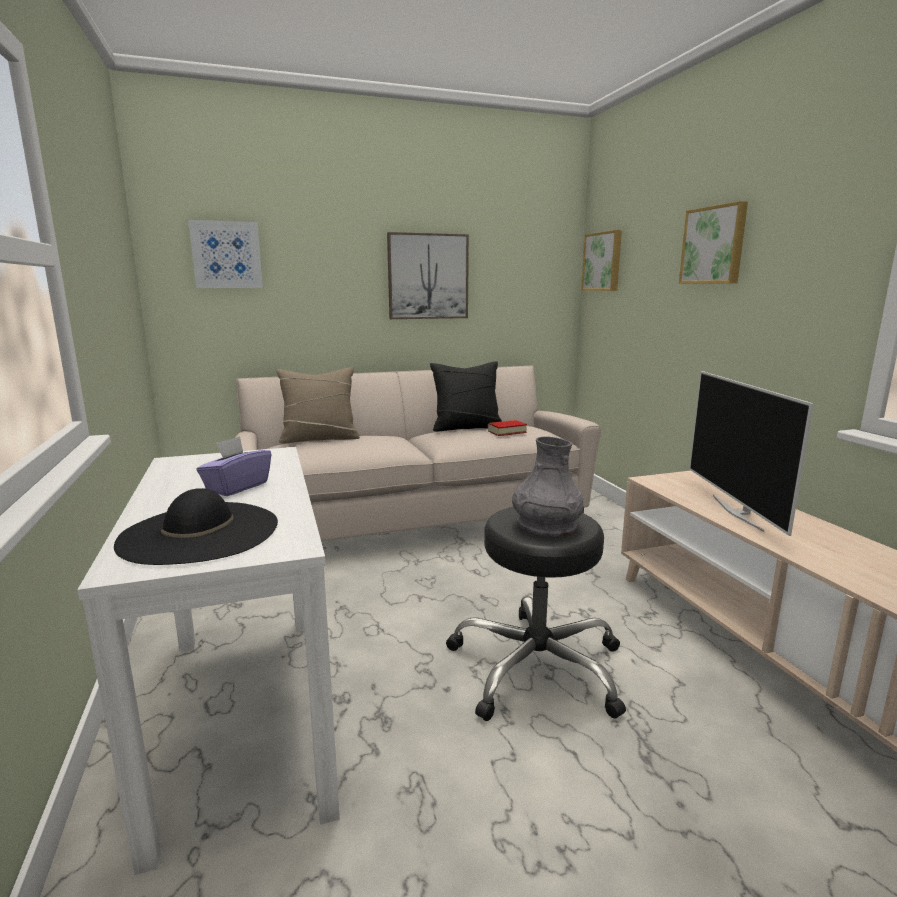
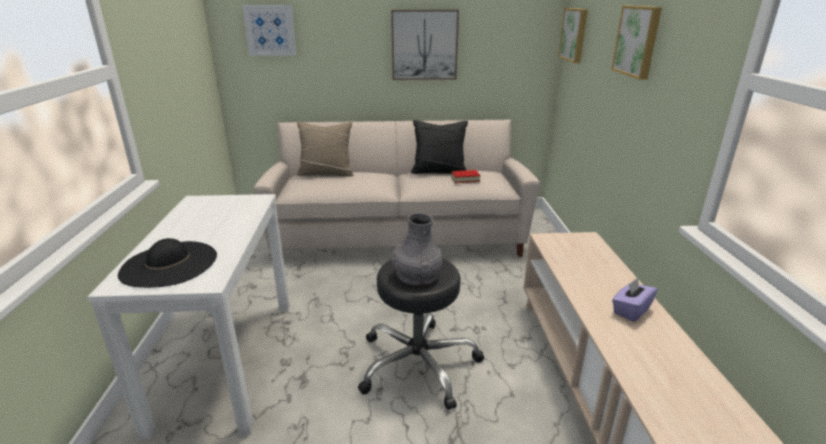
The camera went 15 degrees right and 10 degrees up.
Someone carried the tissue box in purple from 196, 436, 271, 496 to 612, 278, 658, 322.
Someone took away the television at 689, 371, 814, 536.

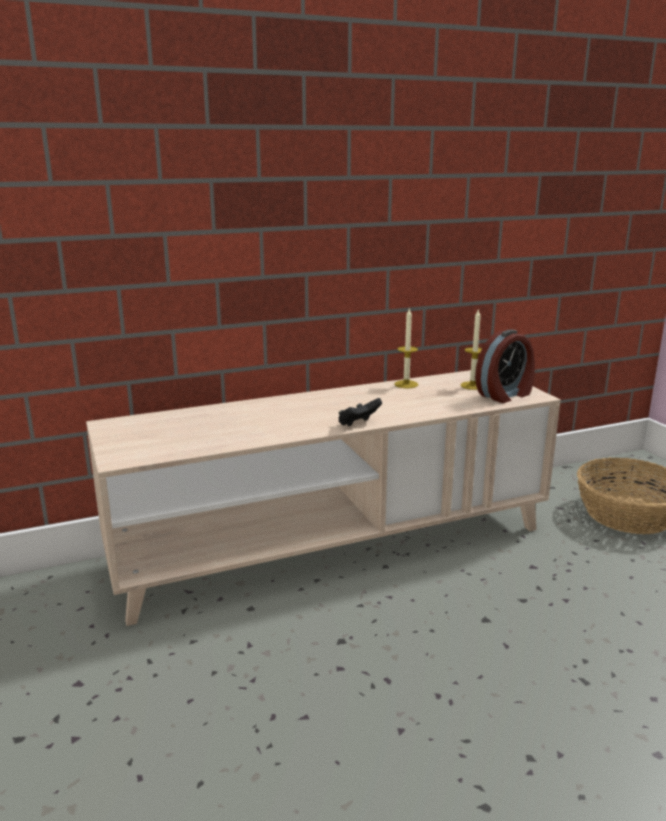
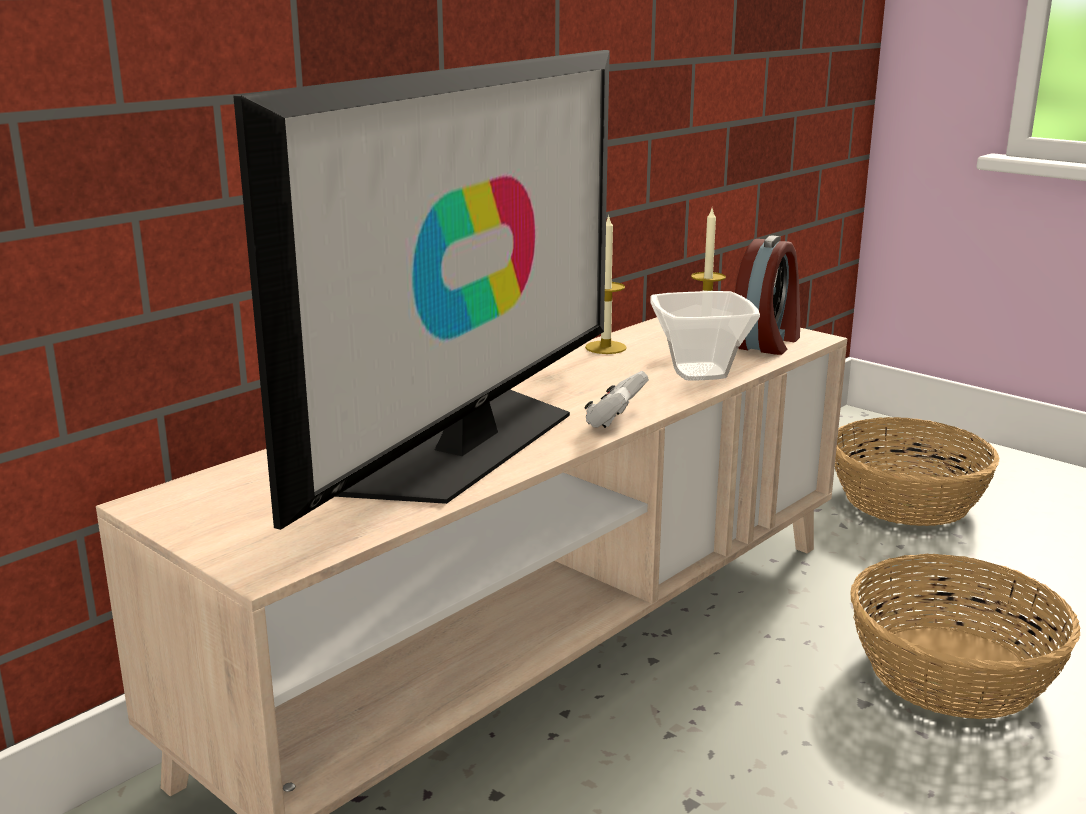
The camera went 25 degrees left and 0 degrees up.
Someone repainted the game controller in black at 339, 398, 382, 426, which became the game controller in white at 585, 371, 649, 428.
Someone put down the television at 233, 50, 610, 530.
Someone put down the bowl at 650, 291, 760, 381.
Someone put down the basket at 850, 554, 1081, 719.

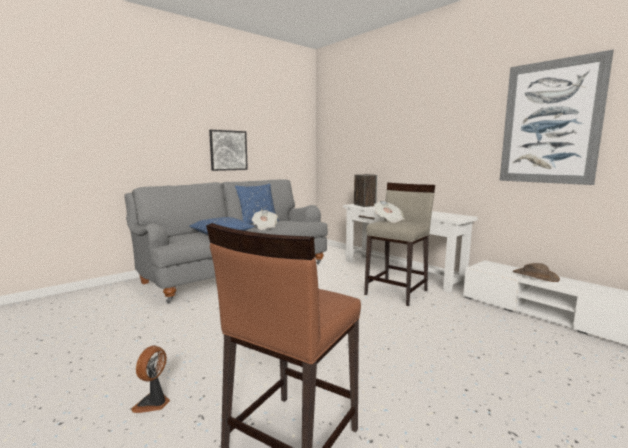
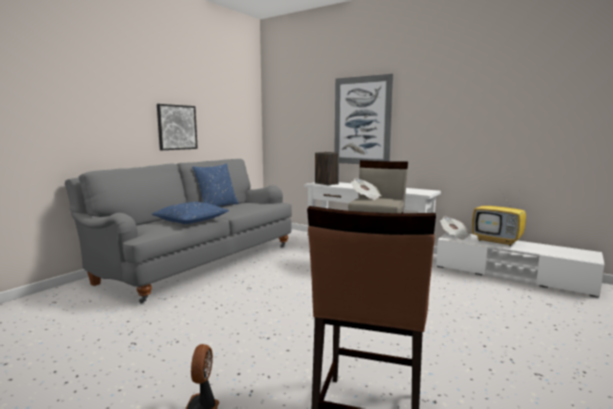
The camera went 15 degrees left and 0 degrees up.
Someone carried the newspaper from 251, 210, 278, 230 to 440, 217, 470, 240.
Someone carried the picture from 500, 50, 614, 185 to 334, 74, 393, 164.
Someone swapped the hat in brown at 513, 263, 560, 282 for the television at 472, 192, 526, 246.

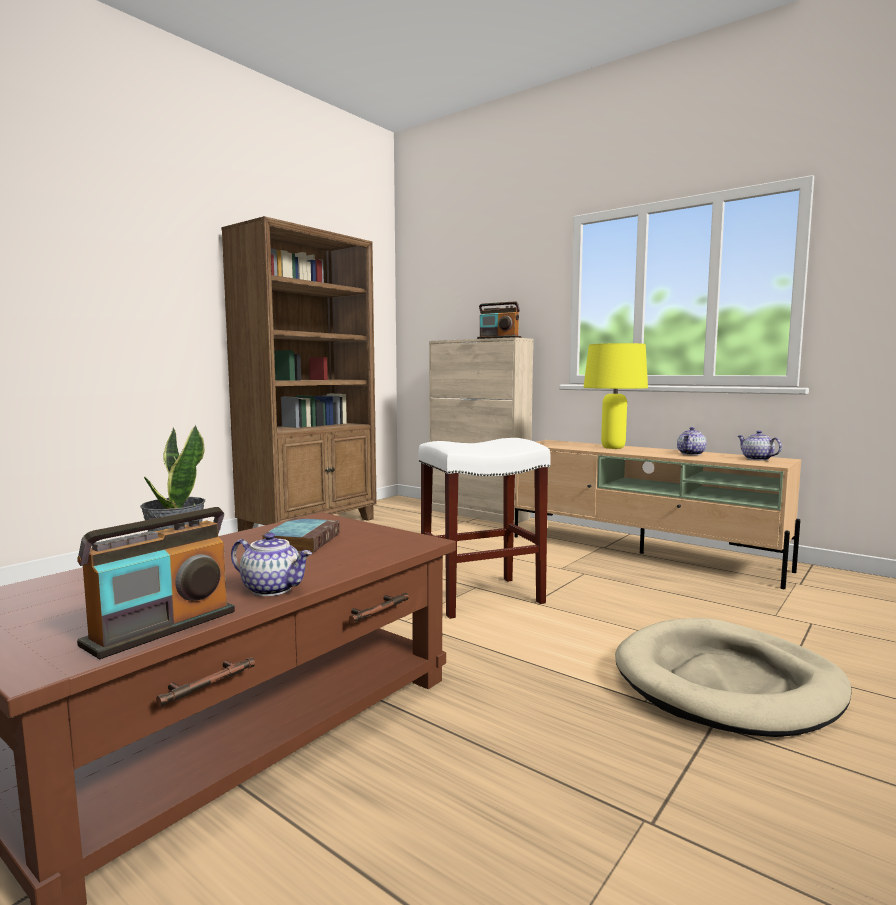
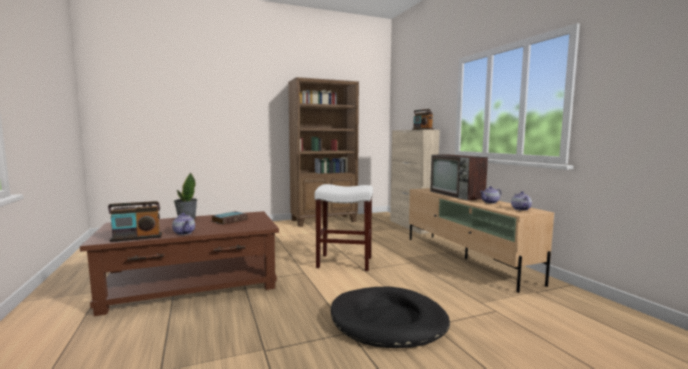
The camera went 30 degrees right and 0 degrees up.
Someone swapped the table lamp in yellow at 583, 343, 648, 449 for the television at 430, 154, 488, 201.
Someone repainted the dog bed in beige at 615, 618, 852, 737, which became the dog bed in black at 331, 287, 450, 348.

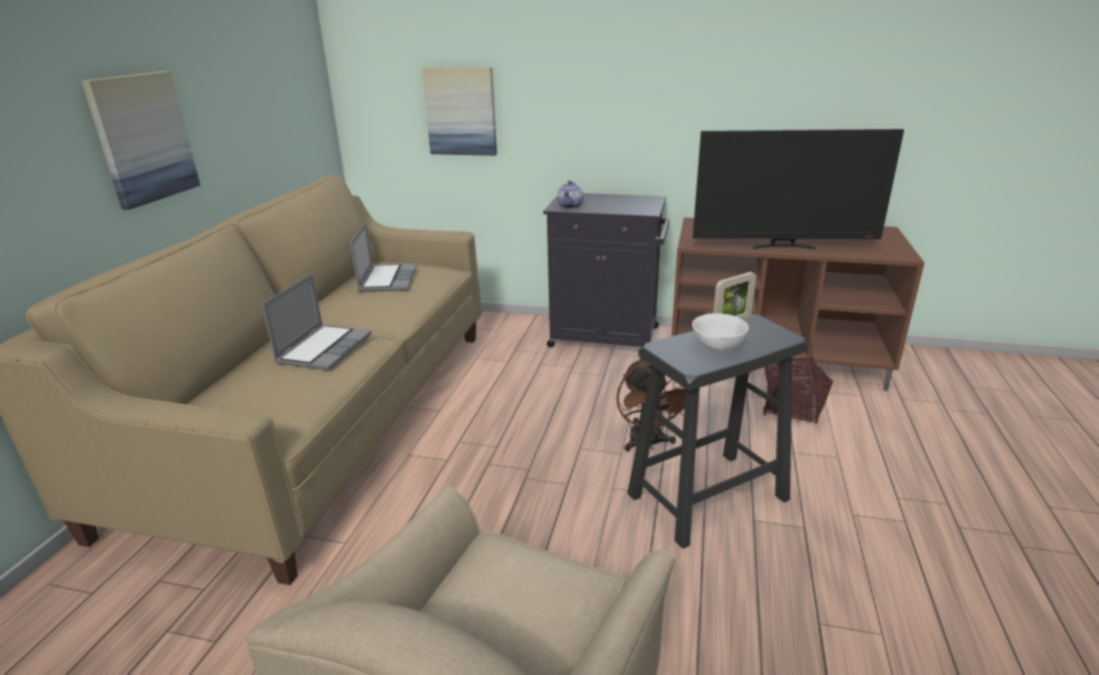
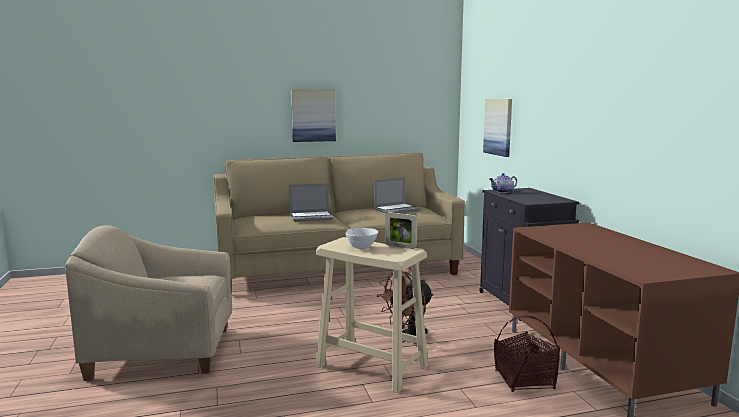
The camera went 60 degrees right and 15 degrees down.
Someone repainted the stool in black at 627, 314, 809, 549, which became the stool in beige at 315, 237, 428, 393.
Someone took away the television at 693, 129, 904, 249.

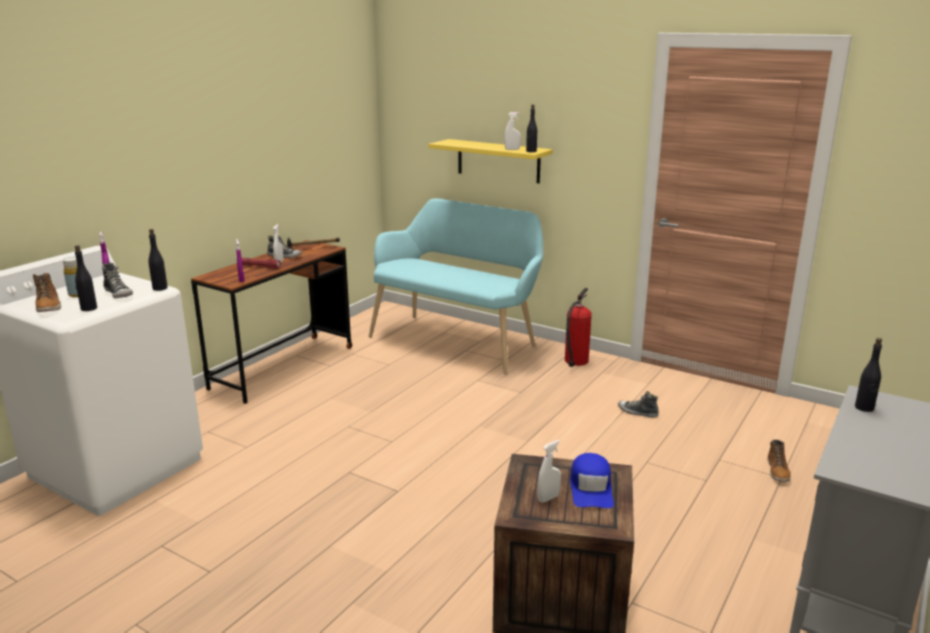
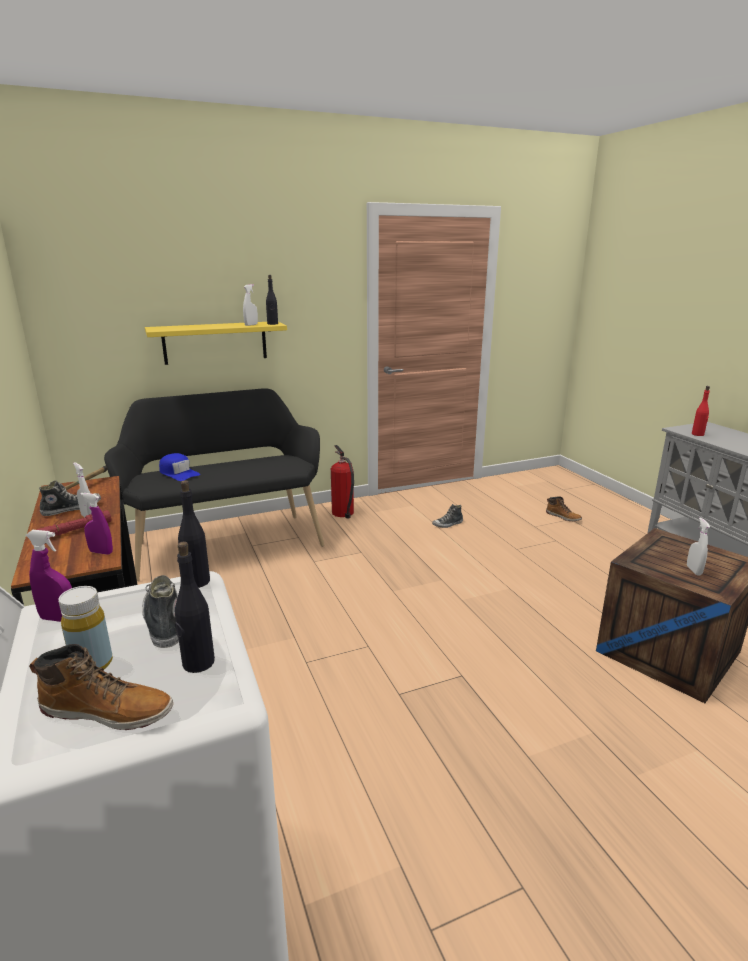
The camera went 55 degrees left and 0 degrees up.
Someone rotated the shoe at 102, 263, 133, 298 by 105 degrees counterclockwise.
Someone repainted the bench in turquoise at 369, 198, 543, 375, which became the bench in black at 104, 388, 324, 582.
Someone carried the cap in blue from 570, 453, 614, 508 to 159, 453, 200, 481.
Someone repainted the bottle in black at 855, 338, 882, 412, which became the bottle in red at 692, 386, 710, 436.

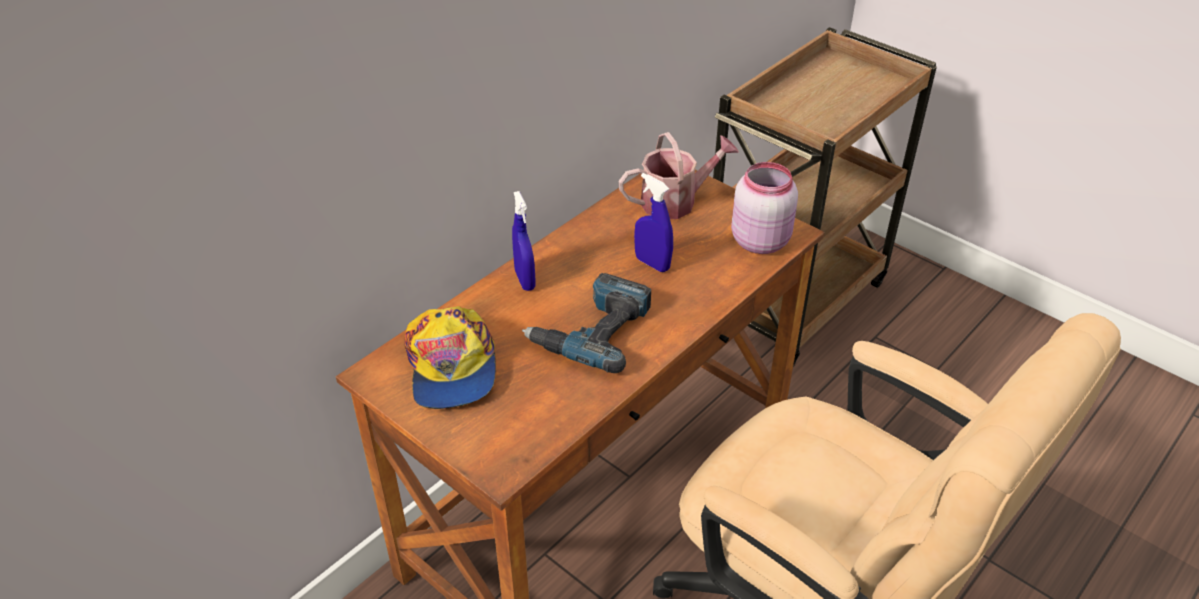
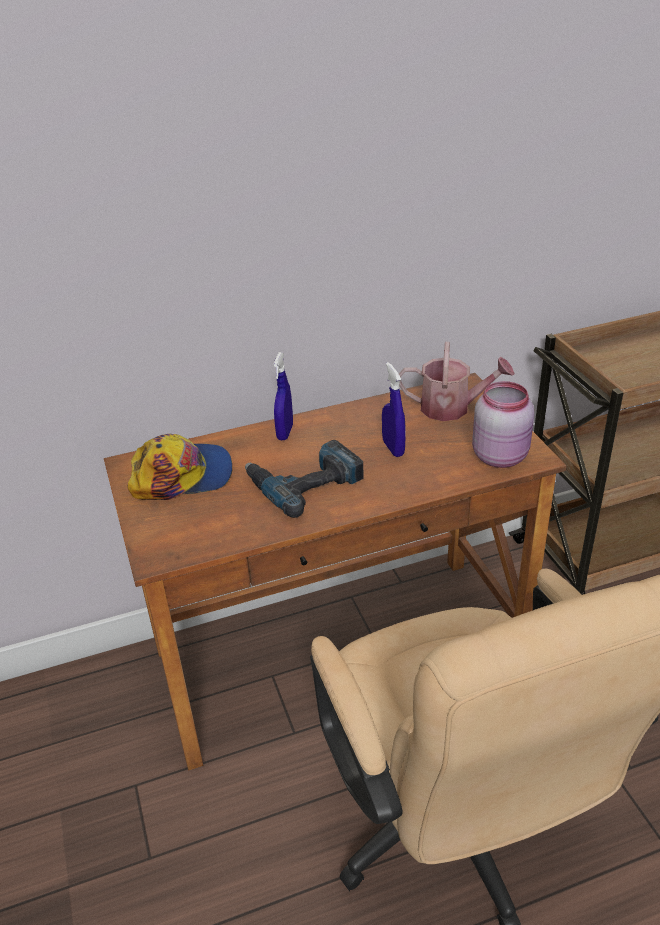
The camera went 30 degrees right and 5 degrees down.
Someone rotated the cap at 404, 306, 496, 409 by 120 degrees counterclockwise.

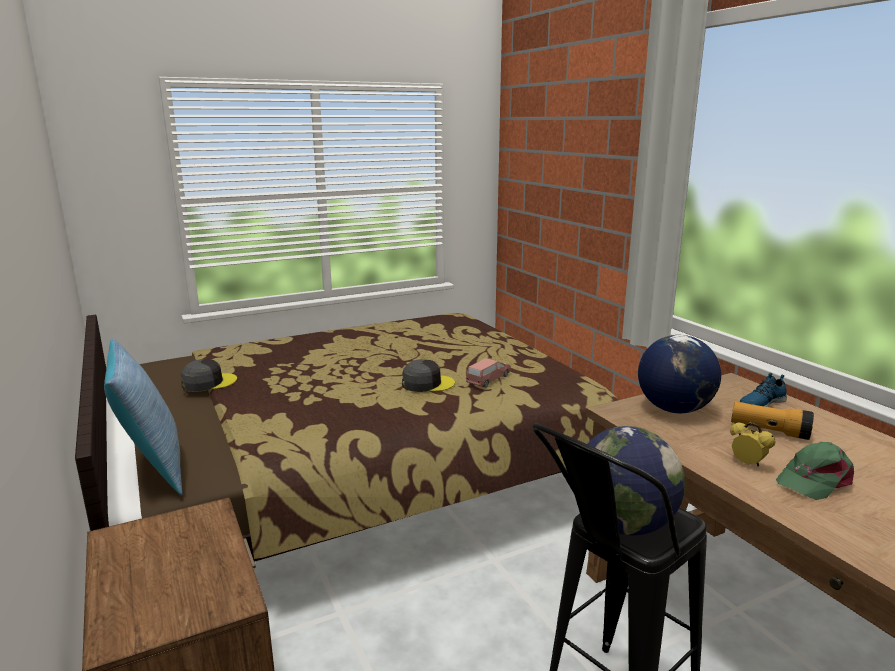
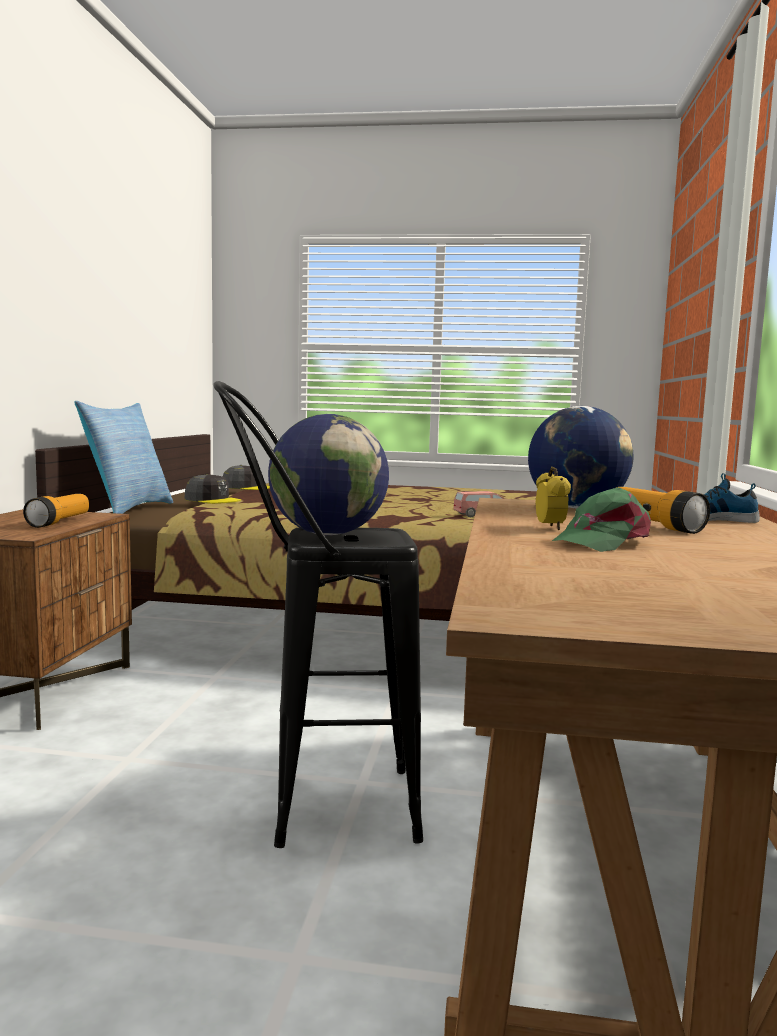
The camera went 35 degrees right and 10 degrees down.
Someone carried the cap in grey from 402, 359, 455, 392 to 185, 474, 241, 504.
Someone rotated the cap in green at 776, 442, 854, 500 by 45 degrees counterclockwise.
Someone put down the flashlight at 23, 494, 89, 528.

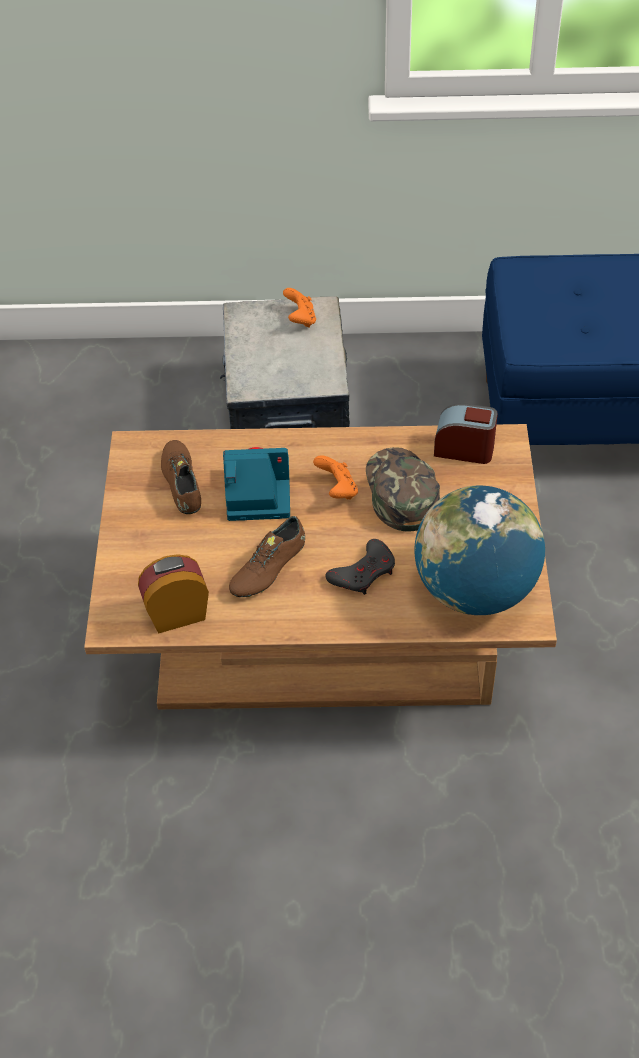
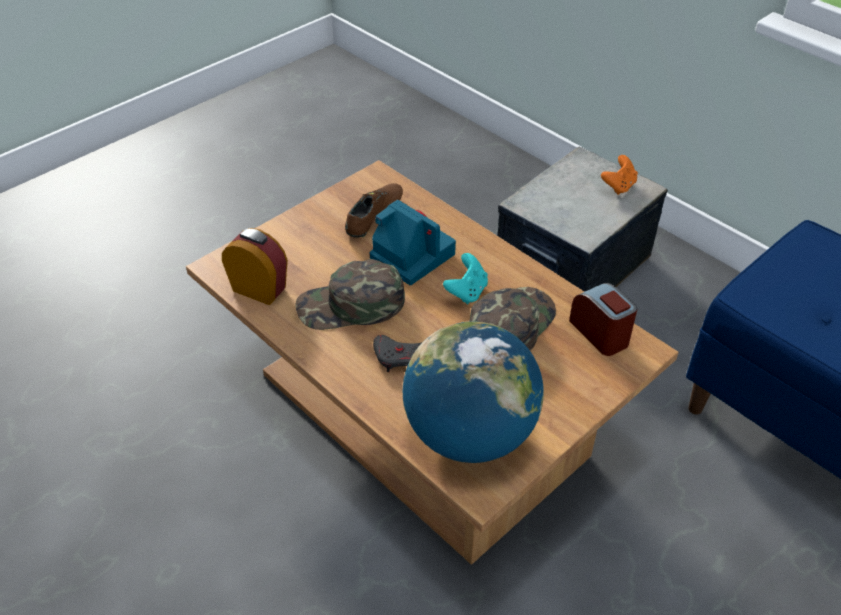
The camera went 45 degrees right and 5 degrees down.
Someone swapped the shoe in brown at 229, 516, 305, 597 for the cap in green at 296, 259, 405, 330.
Someone repainted the game controller in orange at 313, 455, 358, 499, which became the game controller in turquoise at 443, 253, 488, 304.

